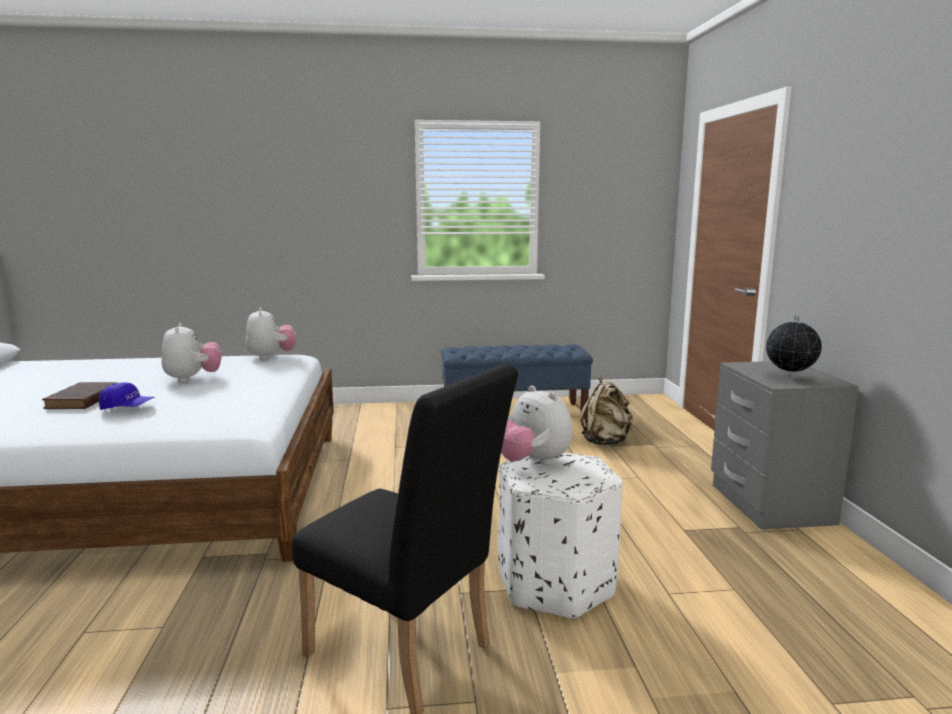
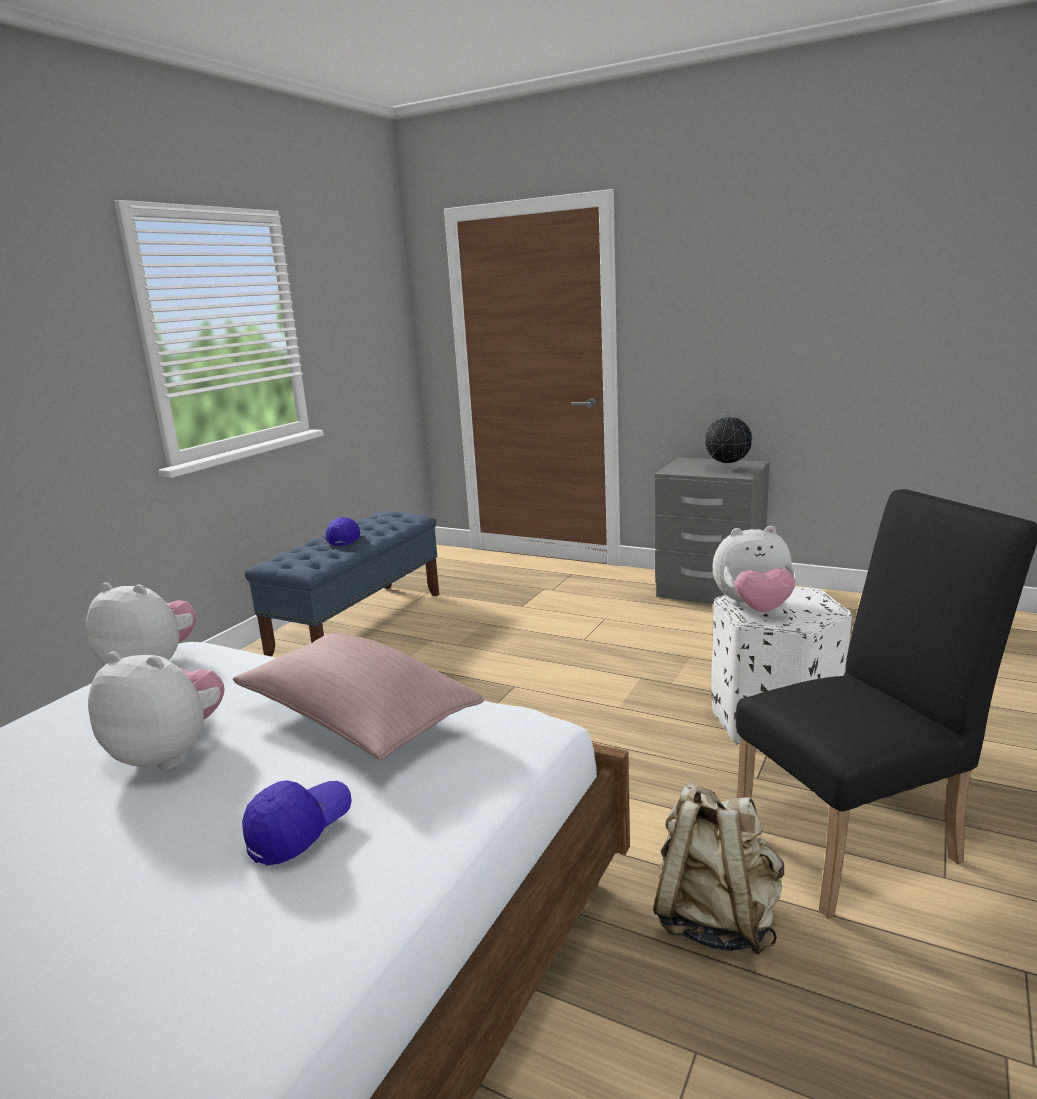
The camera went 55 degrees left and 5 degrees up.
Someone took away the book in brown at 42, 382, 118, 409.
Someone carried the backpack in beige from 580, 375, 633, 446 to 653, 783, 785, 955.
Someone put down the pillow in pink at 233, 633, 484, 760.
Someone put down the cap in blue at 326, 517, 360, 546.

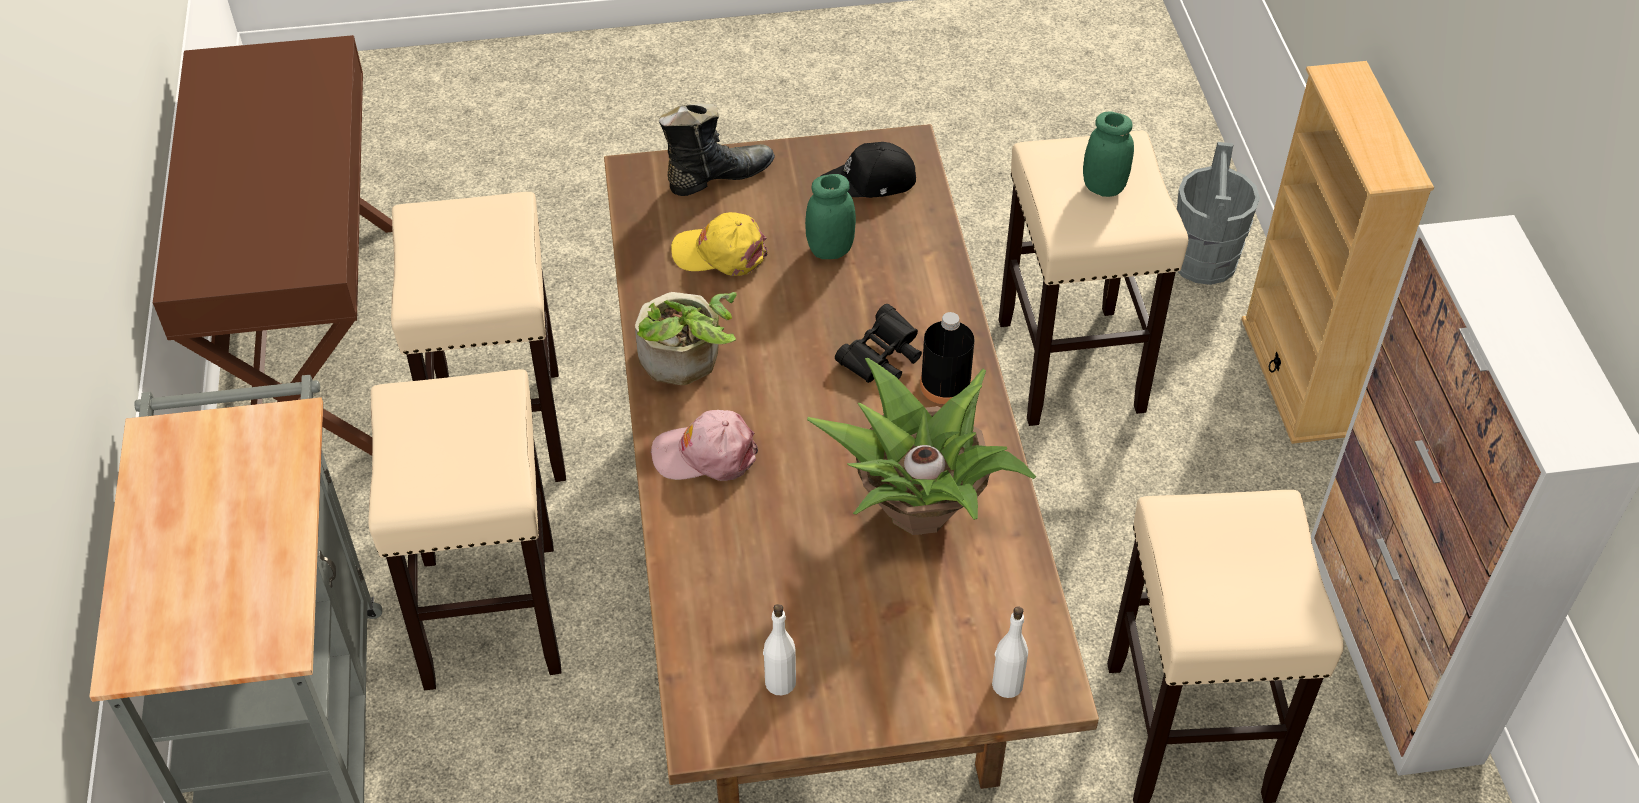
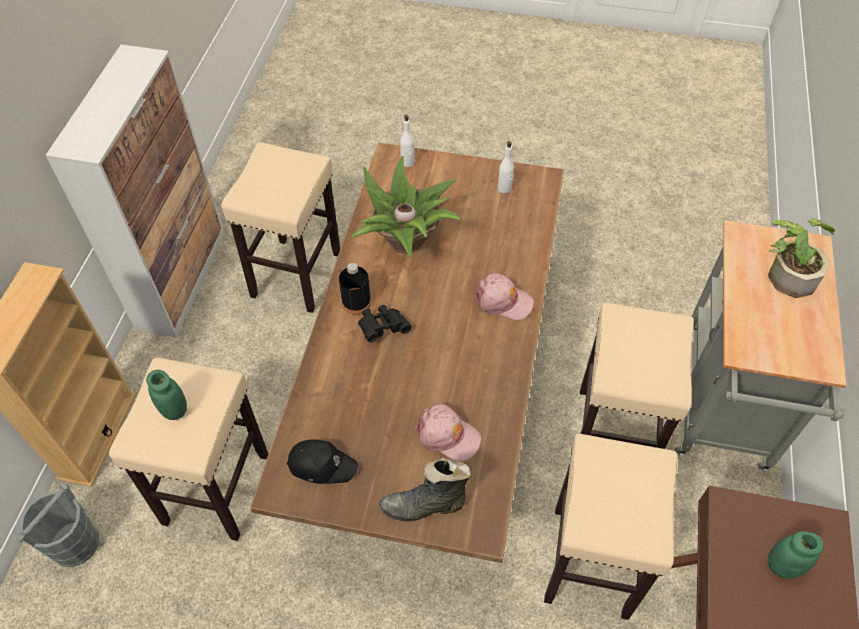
The camera went 160 degrees left and 5 degrees up.
Someone carried the potted plant from 635, 292, 737, 385 to 768, 218, 835, 298.
Someone repainted the cap in yellow at 671, 212, 768, 276, which became the cap in pink at 416, 403, 481, 461.
Someone carried the jar in green from 805, 174, 856, 259 to 768, 531, 824, 579.

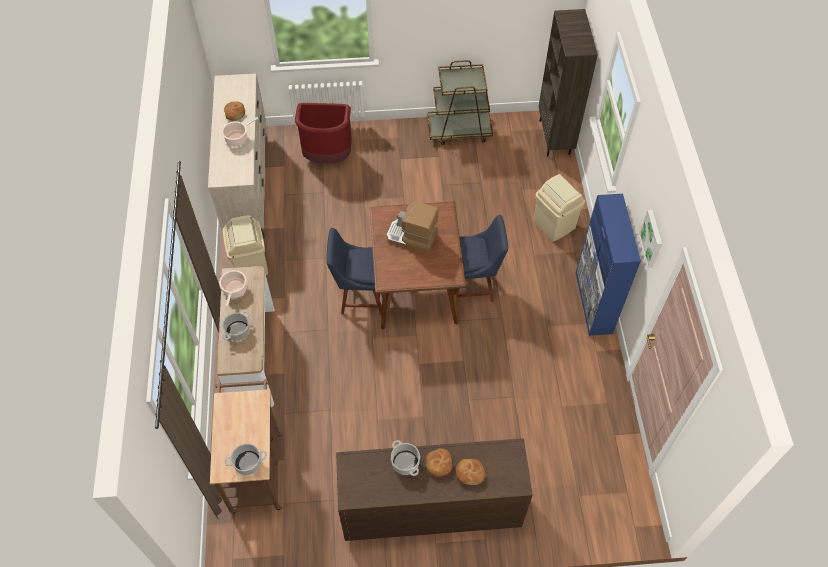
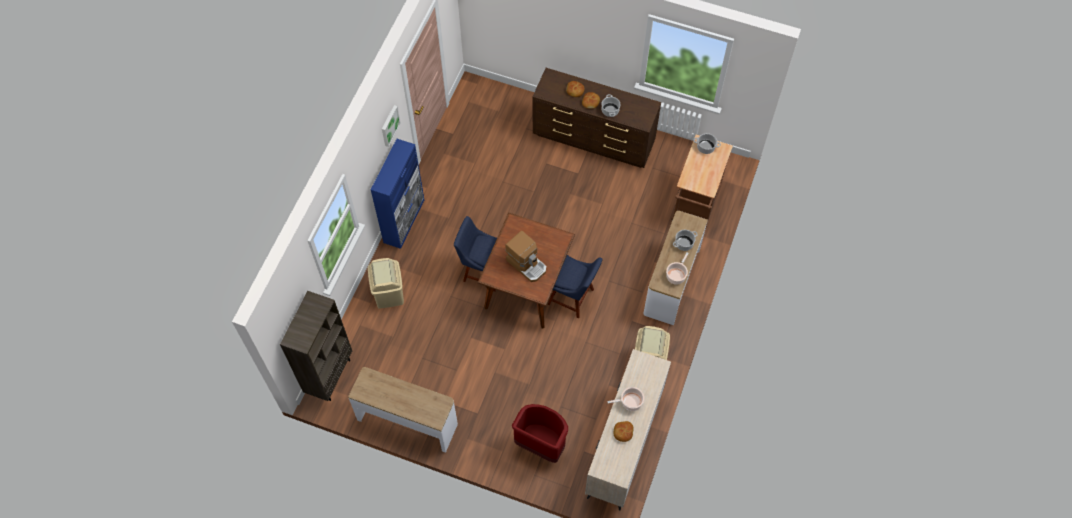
The camera went 155 degrees left and 5 degrees up.
Someone swapped the cart in brown at 427, 60, 493, 145 for the console table at 348, 367, 458, 453.

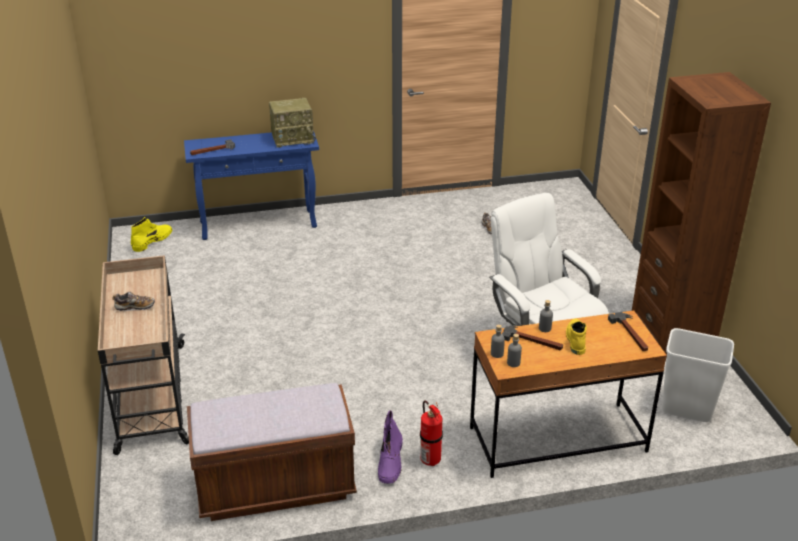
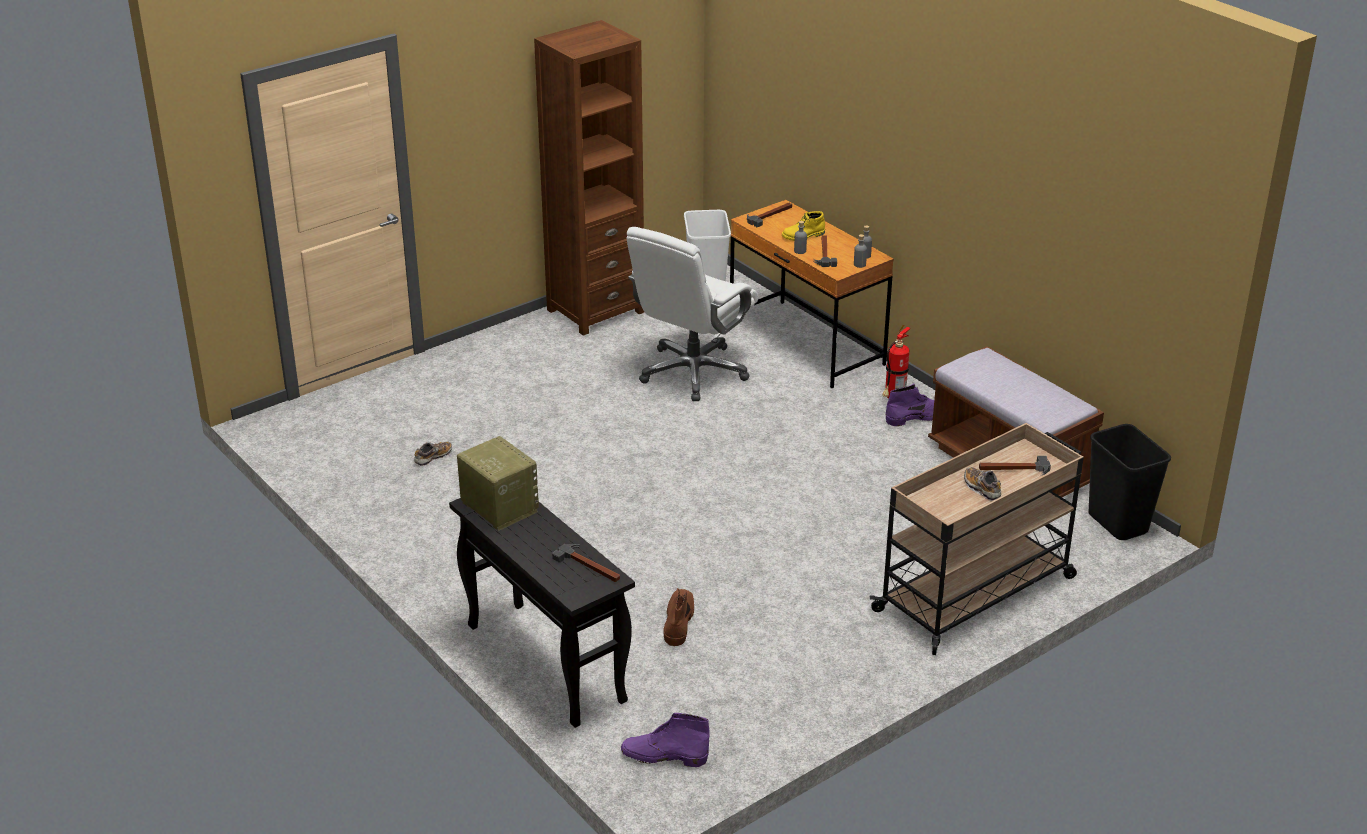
The camera went 115 degrees left and 0 degrees up.
Someone repainted the boot in yellow at 131, 217, 172, 252, which became the boot in purple at 621, 713, 710, 767.
Someone repainted the console table in blue at 184, 131, 319, 240, which became the console table in black at 449, 498, 635, 728.
Someone put down the boot in brown at 663, 588, 694, 646.
Someone put down the hammer at 979, 456, 1051, 475.
Someone put down the trash can in black at 1089, 424, 1171, 540.

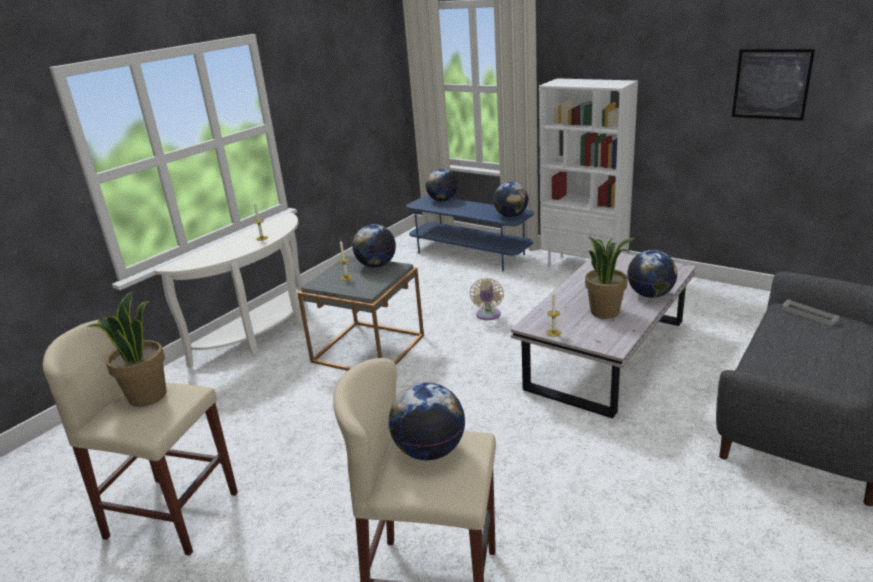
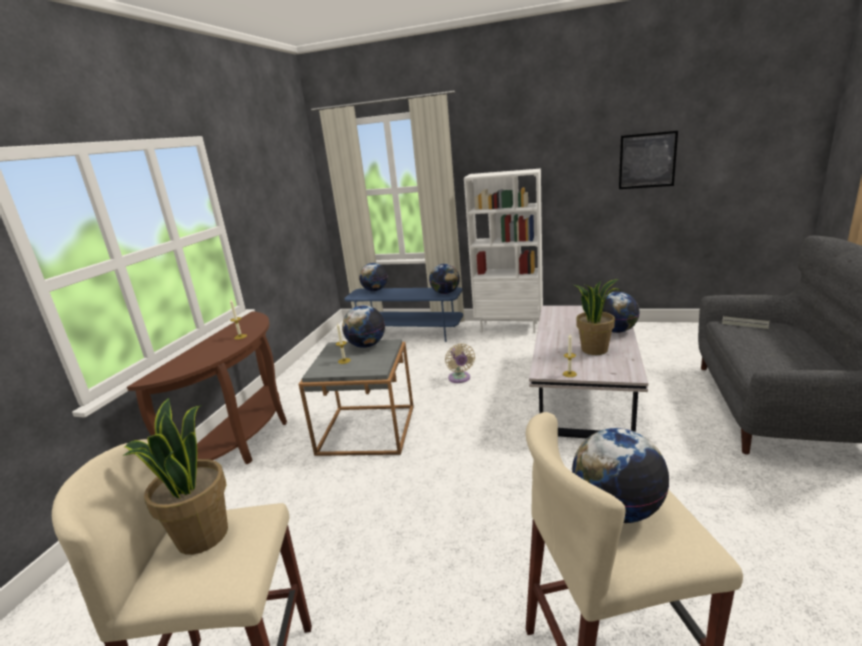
The camera went 20 degrees left and 5 degrees down.
Someone repainted the console table in white at 154, 212, 306, 368, which became the console table in brown at 127, 311, 287, 464.

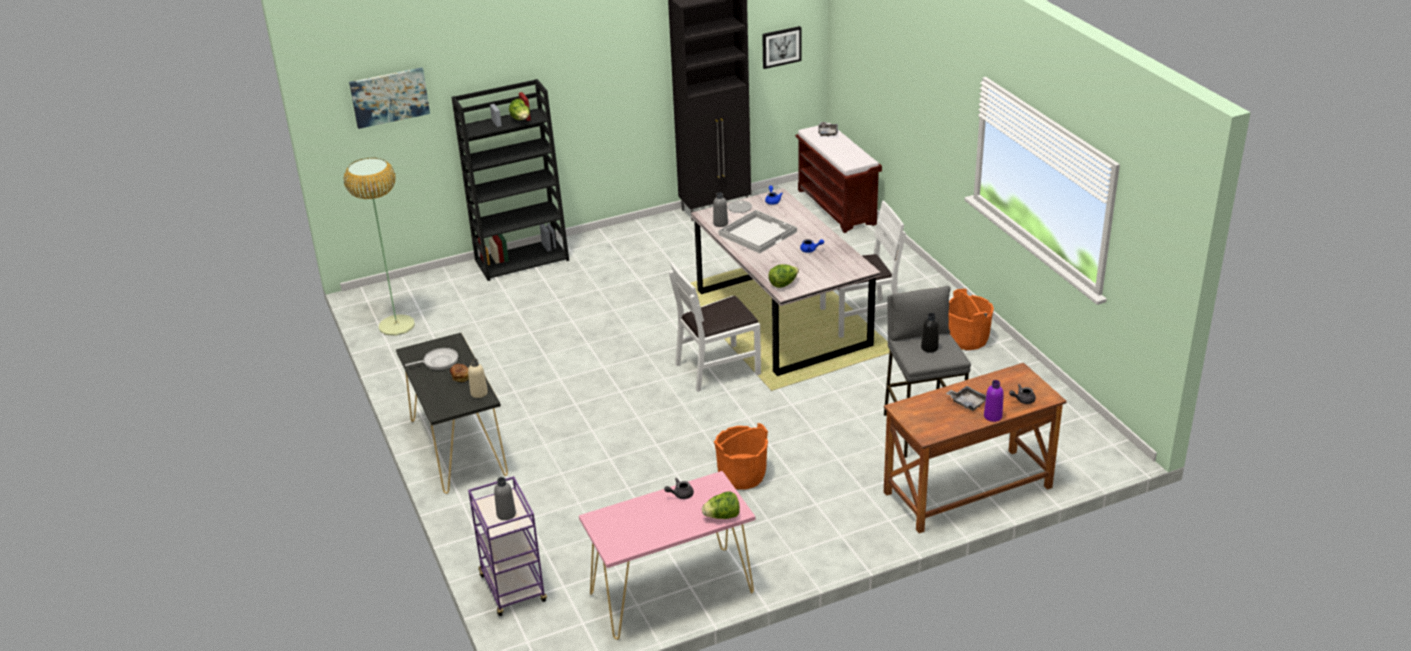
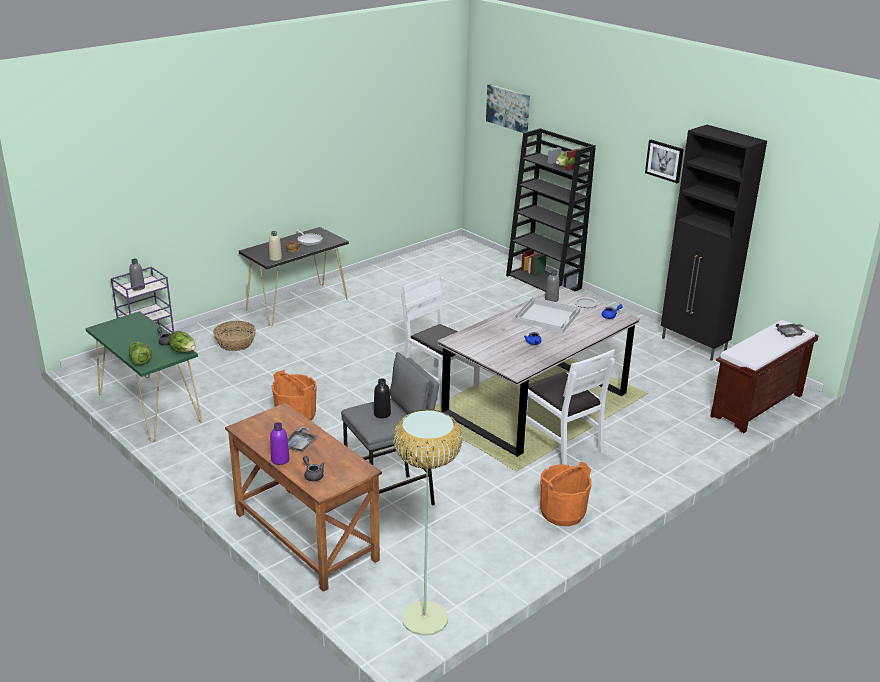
The camera went 70 degrees right and 5 degrees down.
Someone carried the floor lamp from 344, 158, 415, 336 to 393, 409, 462, 636.
Someone repainted the console table in pink at 579, 471, 756, 640, which became the console table in green at 85, 311, 202, 442.
Someone carried the picture from 762, 26, 801, 69 to 645, 140, 684, 183.
Someone carried the lettuce from 768, 264, 799, 288 to 169, 331, 196, 353.
Someone put down the basket at 213, 321, 256, 351.

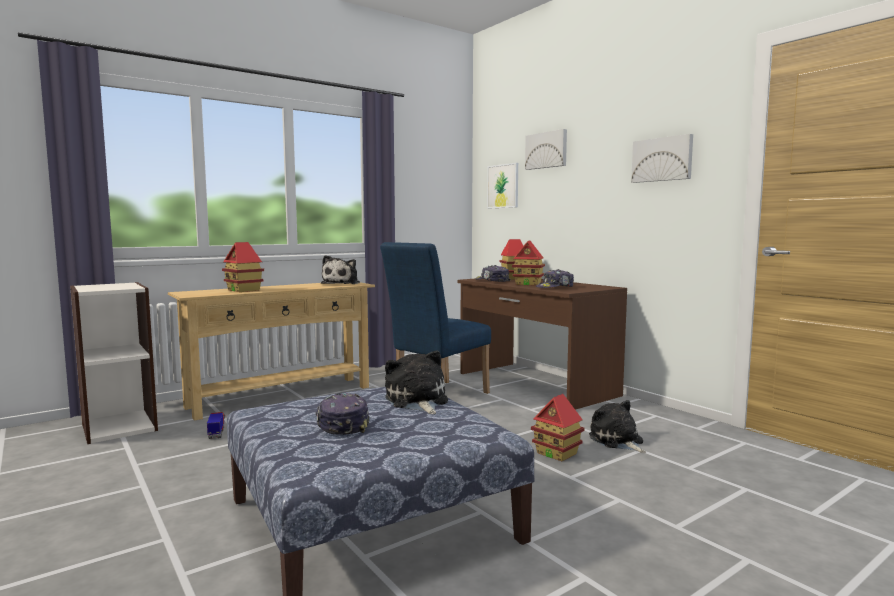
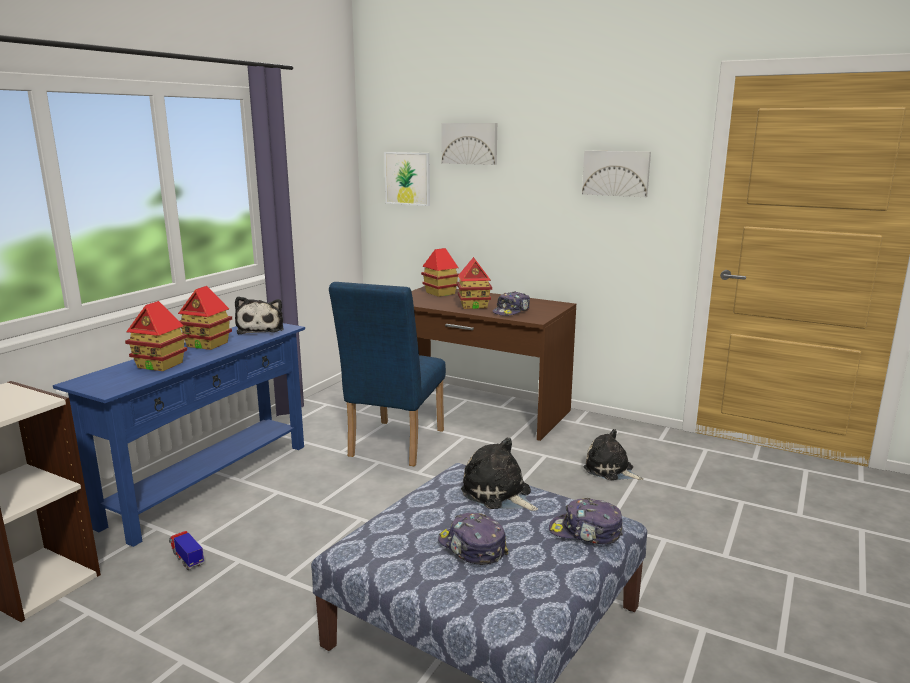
The camera went 25 degrees left and 10 degrees up.
Someone repainted the console table in beige at 168, 282, 375, 421, which became the console table in blue at 53, 323, 305, 547.
Someone carried the cap from 475, 265, 510, 282 to 549, 498, 623, 544.
Someone carried the toy house from 531, 394, 585, 461 to 178, 286, 232, 350.

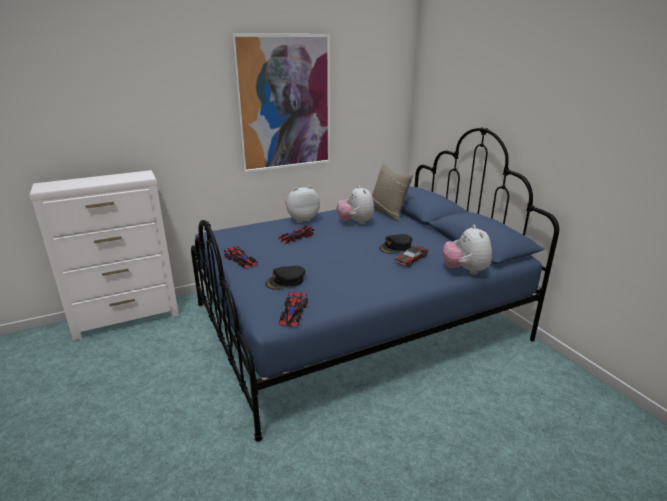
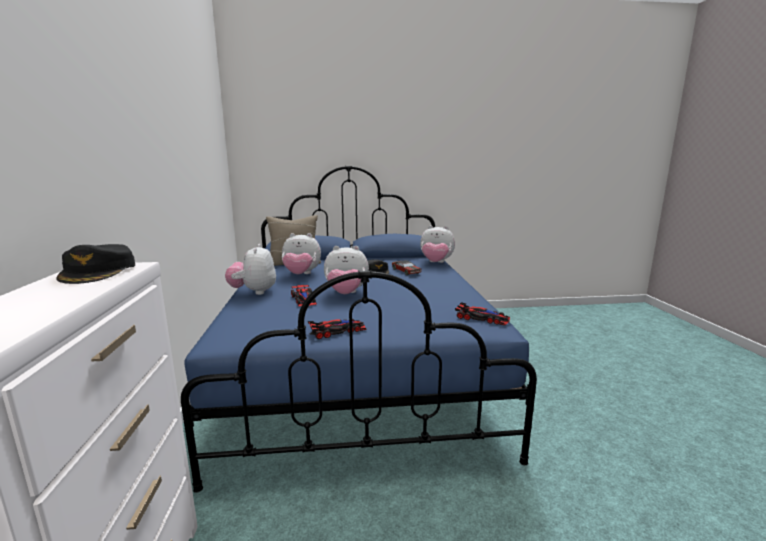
The camera went 70 degrees left and 10 degrees down.
Someone took away the picture at 231, 34, 330, 173.
Someone carried the cap in black from 265, 266, 305, 290 to 56, 244, 135, 284.
Someone put down the plush toy at 324, 246, 369, 294.

